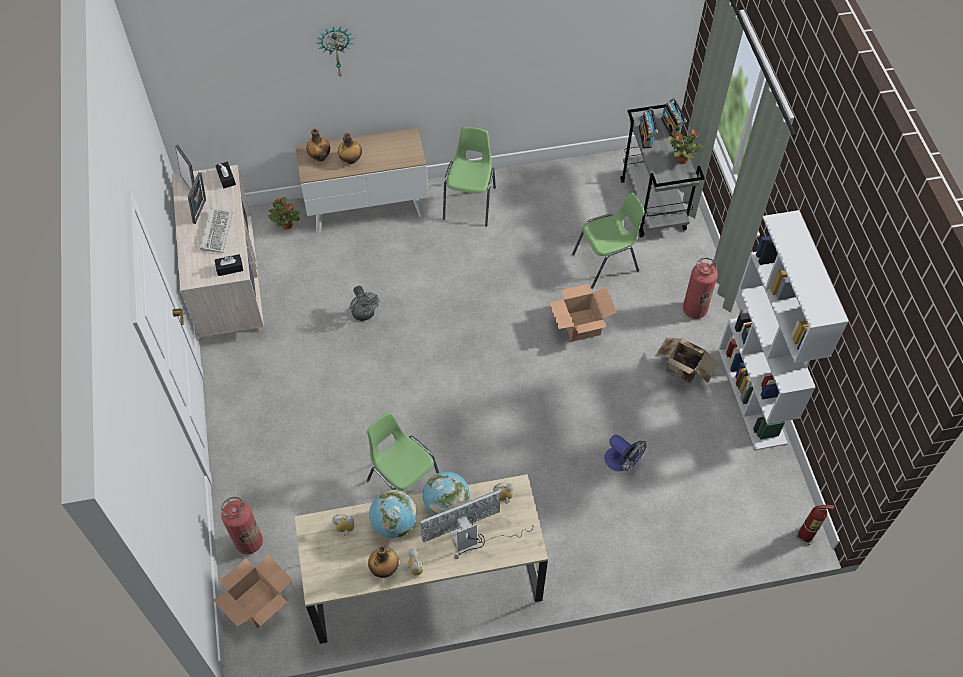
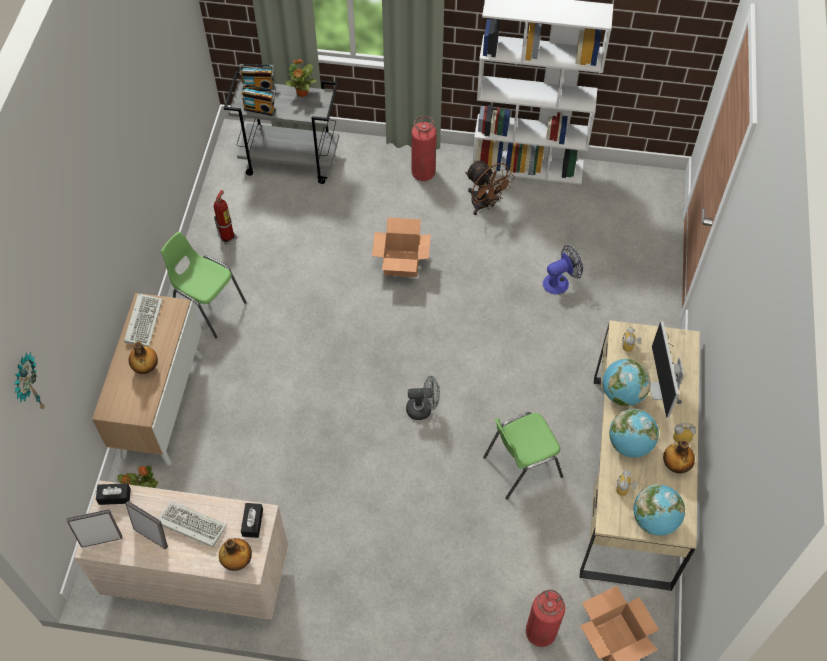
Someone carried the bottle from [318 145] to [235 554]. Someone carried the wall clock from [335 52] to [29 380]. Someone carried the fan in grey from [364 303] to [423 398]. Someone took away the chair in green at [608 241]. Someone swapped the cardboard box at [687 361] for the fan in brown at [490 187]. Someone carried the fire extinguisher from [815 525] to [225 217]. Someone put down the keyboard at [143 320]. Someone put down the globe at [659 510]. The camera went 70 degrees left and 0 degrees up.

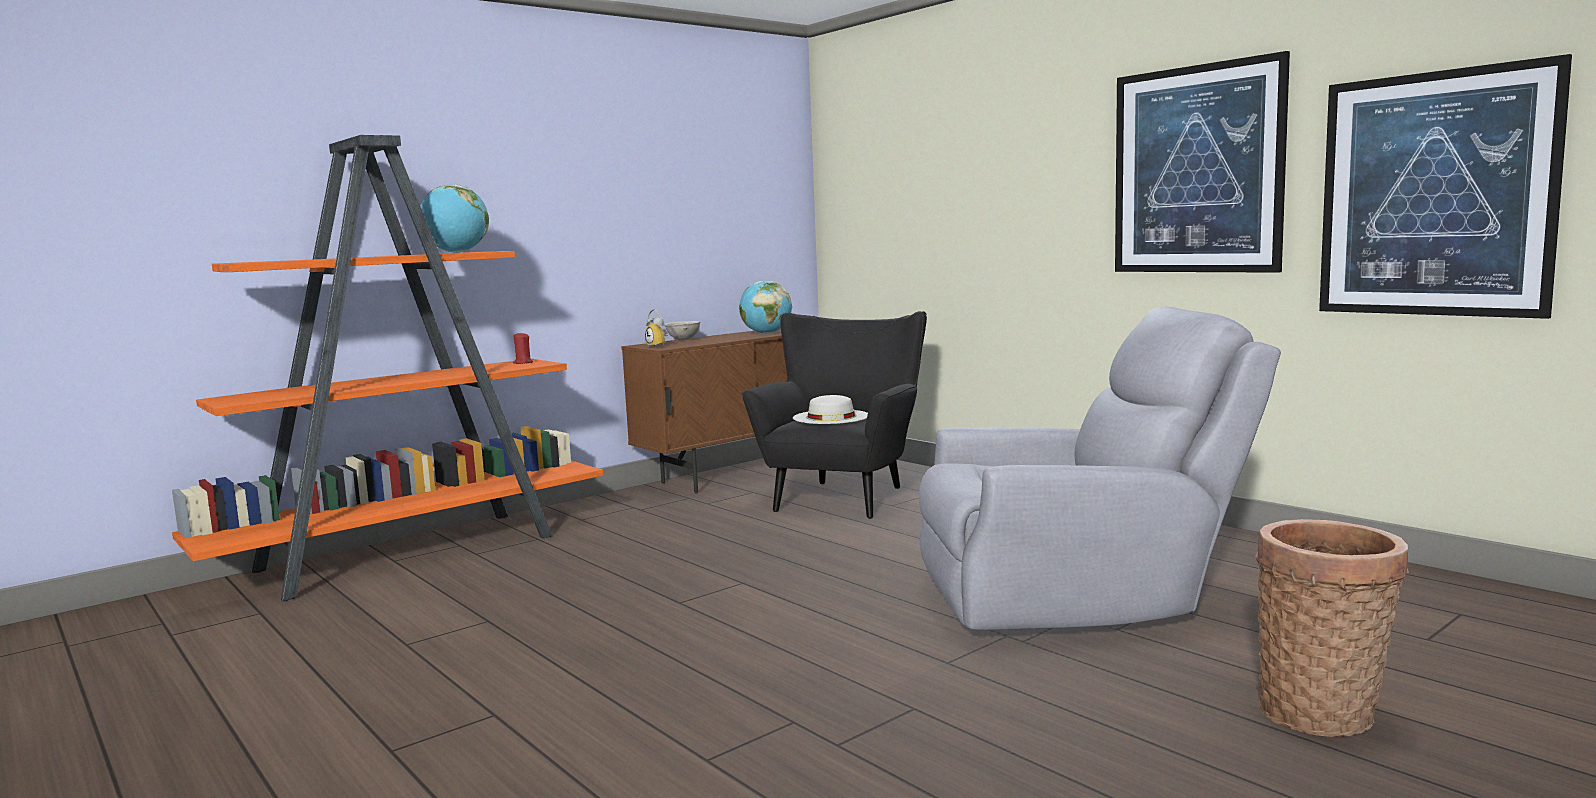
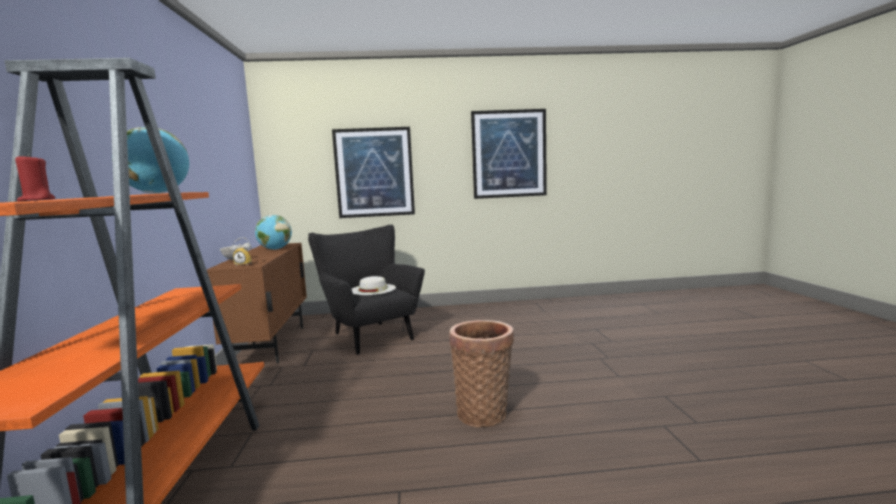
Someone carried the candle in red from [523 348] to [35 177]. Someone took away the armchair in grey at [1100 468]. Someone carried the basket from [1332 628] to [481 373]. Someone carried the picture from [1445 186] to [373 172]. The camera went 55 degrees left and 0 degrees up.

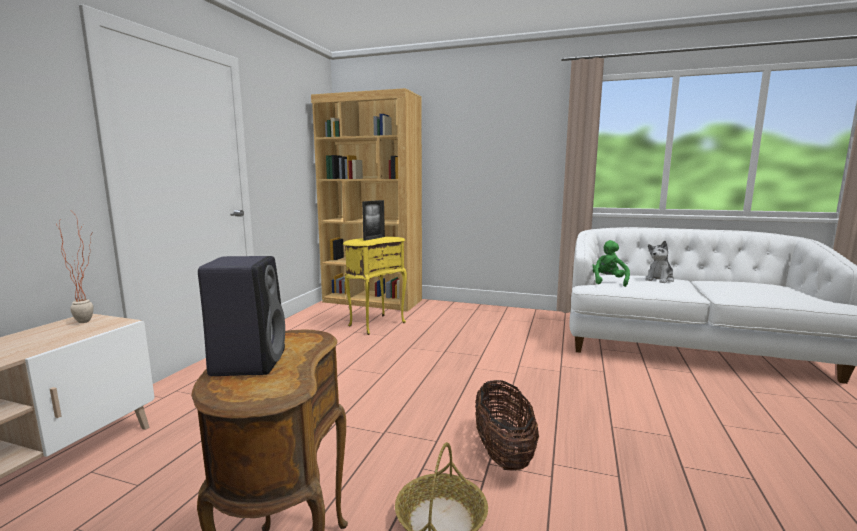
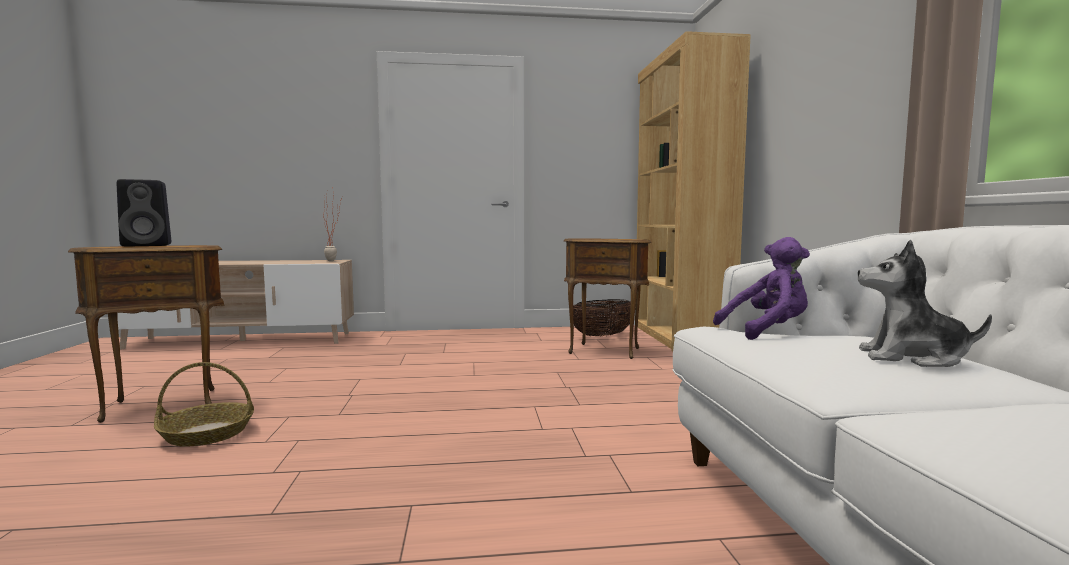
Someone repainted the side table in yellow at [375 286], which became the side table in brown at [607 299]. Someone took away the picture frame at [373 220]. Someone carried the basket from [507 425] to [602 318]. Someone repainted the plush toy in green at [611 263], which became the plush toy in purple at [761 288]. The camera went 65 degrees right and 5 degrees down.

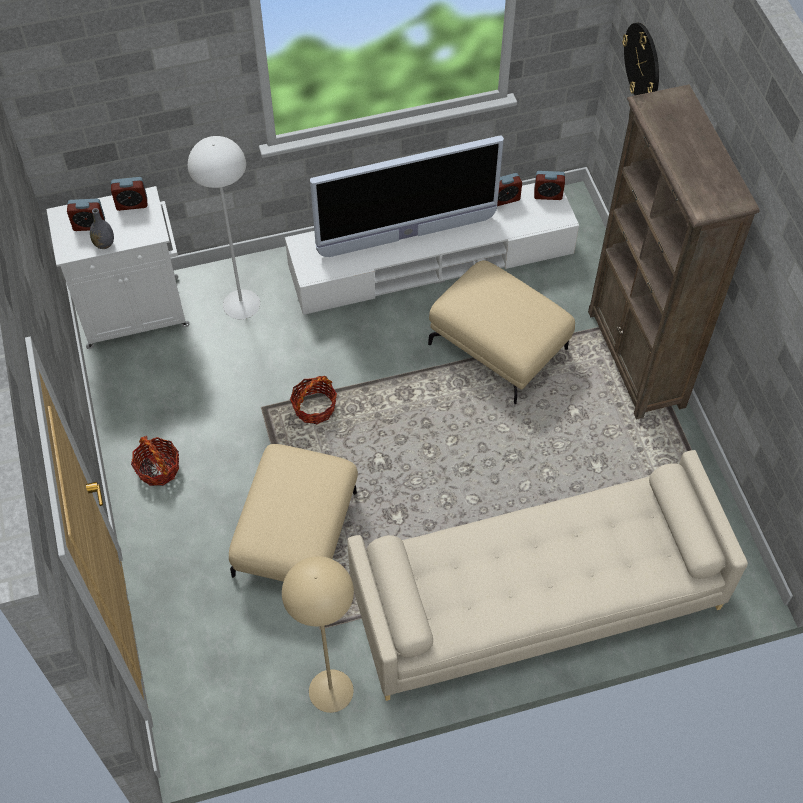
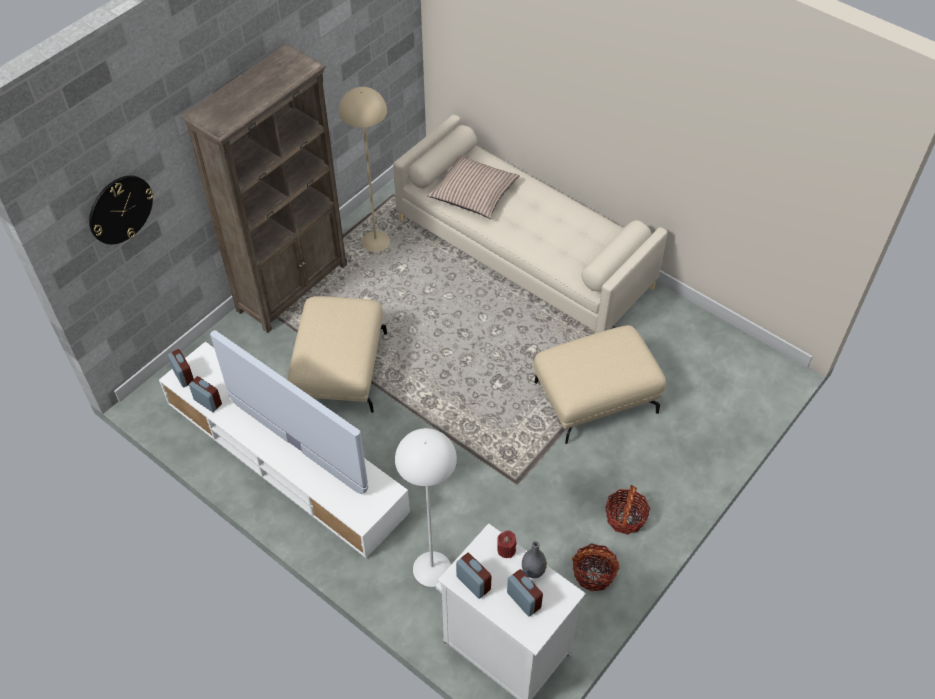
Someone carried the floor lamp in beige from [318 634] to [364 169]. Someone carried the basket from [313 400] to [595 567]. Someone put down the pillow at [473 186]. Someone put down the candle in red at [507 544]. The camera went 125 degrees left and 5 degrees down.

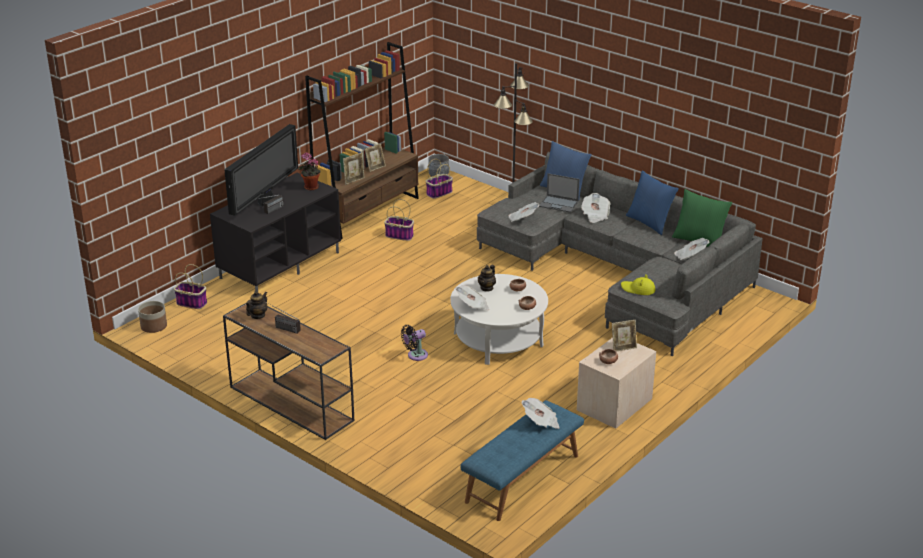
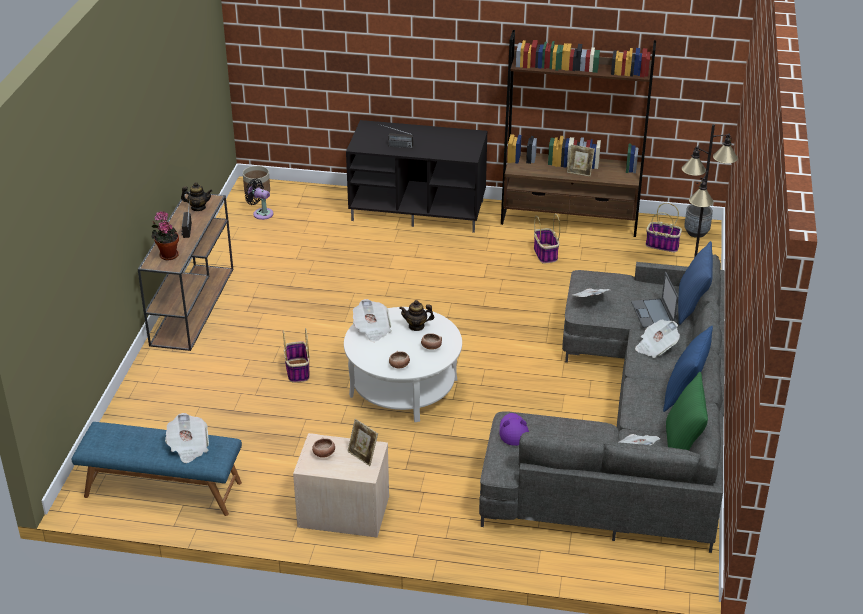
Someone carried the basket from [190 286] to [296 355]. Someone took away the television at [261 170]. Someone carried the potted plant from [309 171] to [165 235]. Someone took away the picture frame at [354 168]. Someone carried the fan in black from [414 343] to [259 199]. Someone repainted the hat in yellow at [638 284], which became the hat in purple at [514 429]. The camera went 60 degrees right and 5 degrees up.

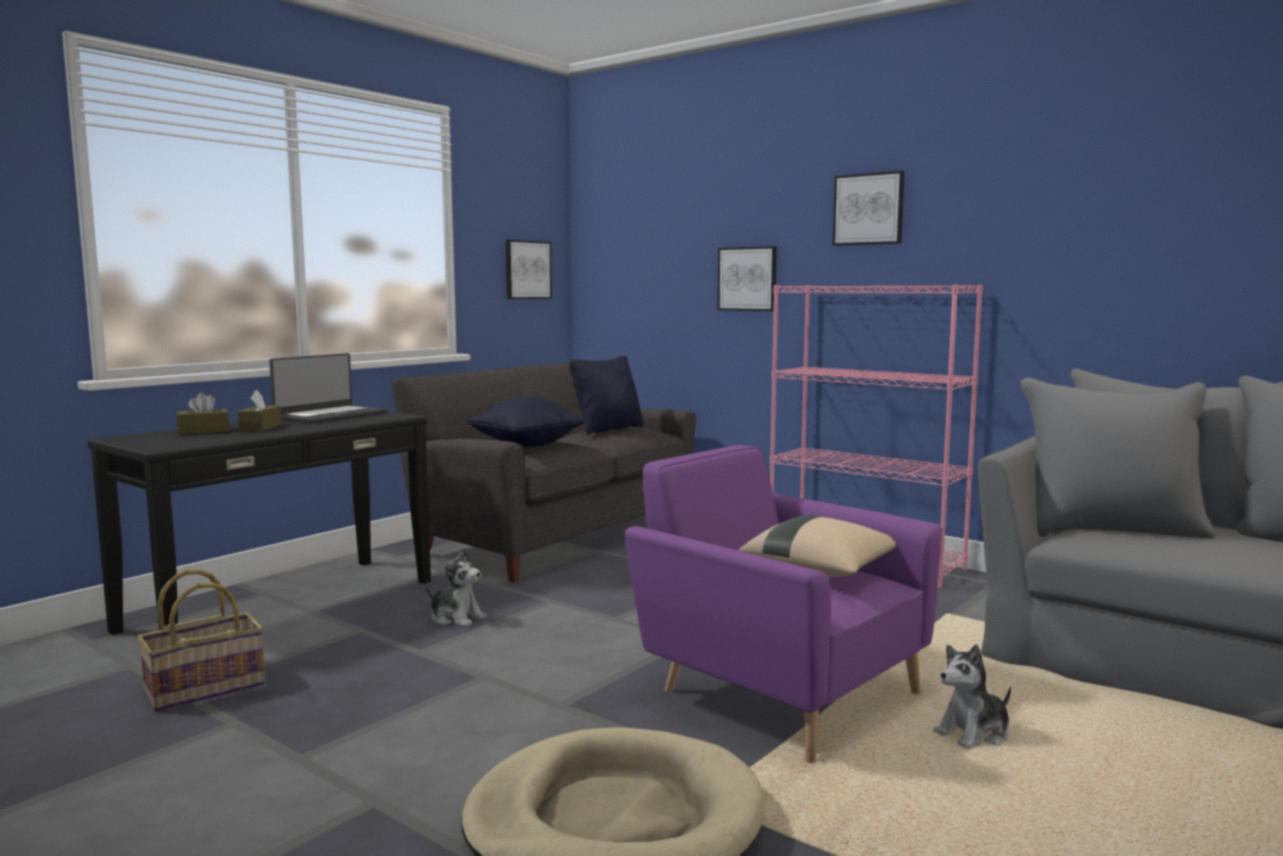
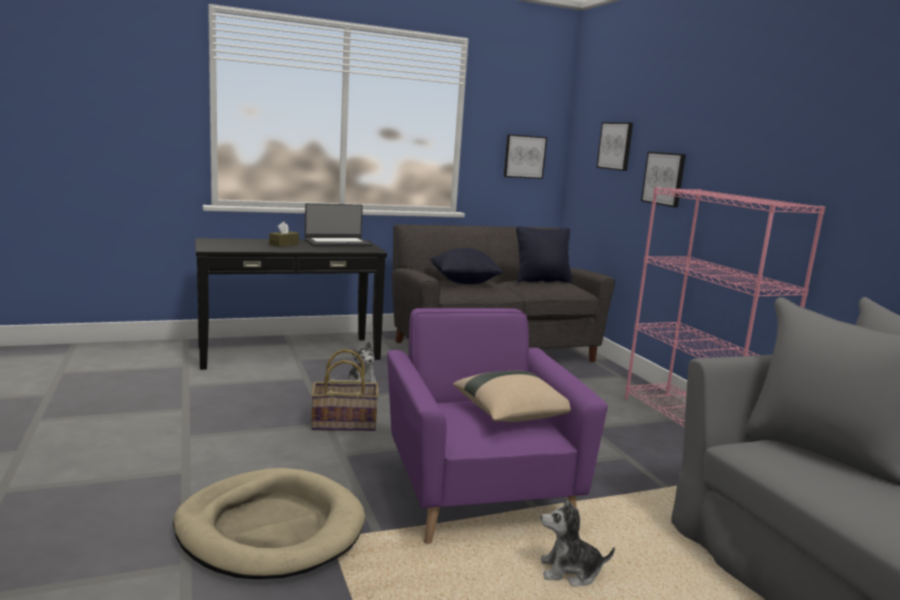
Someone carried the basket from [201 640] to [345 390]. Someone took away the tissue box in brown at [203 414]. Someone carried the picture from [869 208] to [614 146]. The camera went 30 degrees right and 5 degrees up.

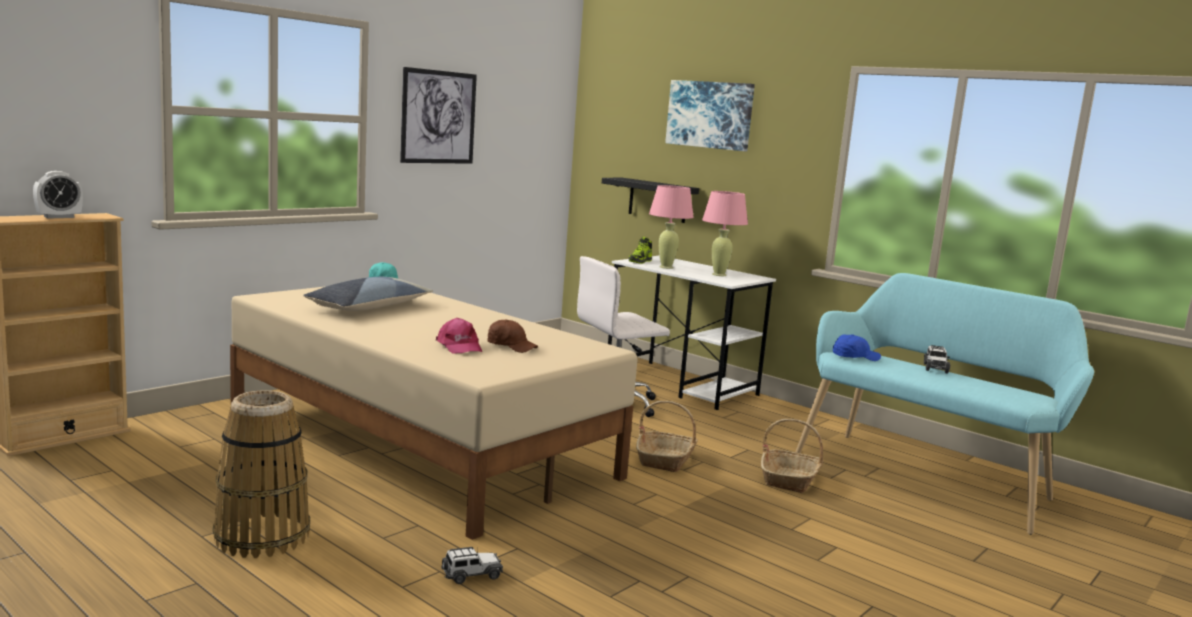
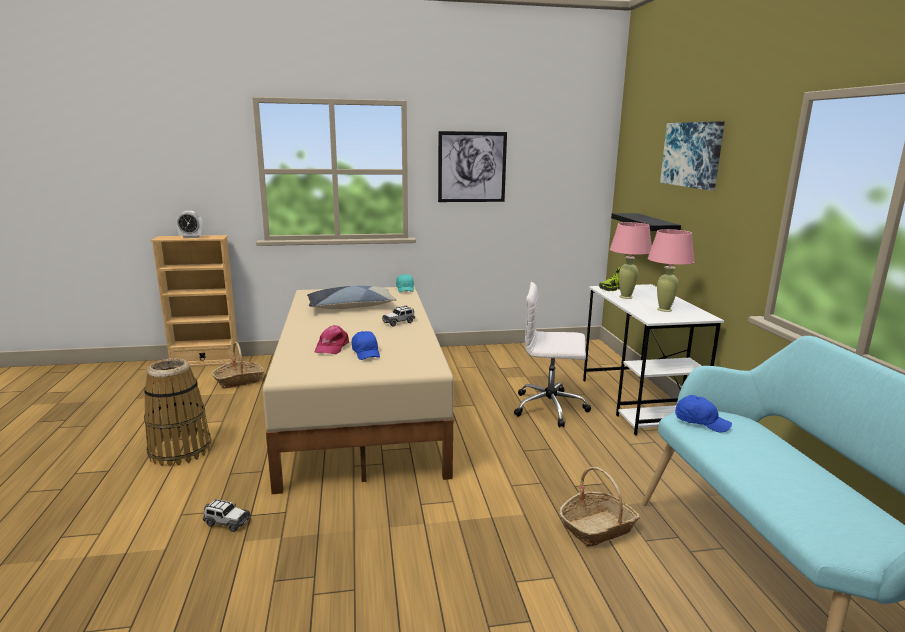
Someone repainted the cap in brown at [512 336], which became the cap in blue at [366 345]. Someone carried the basket from [667 436] to [238 365]. Someone carried the toy car from [937 359] to [399 316]. The camera went 40 degrees right and 5 degrees up.

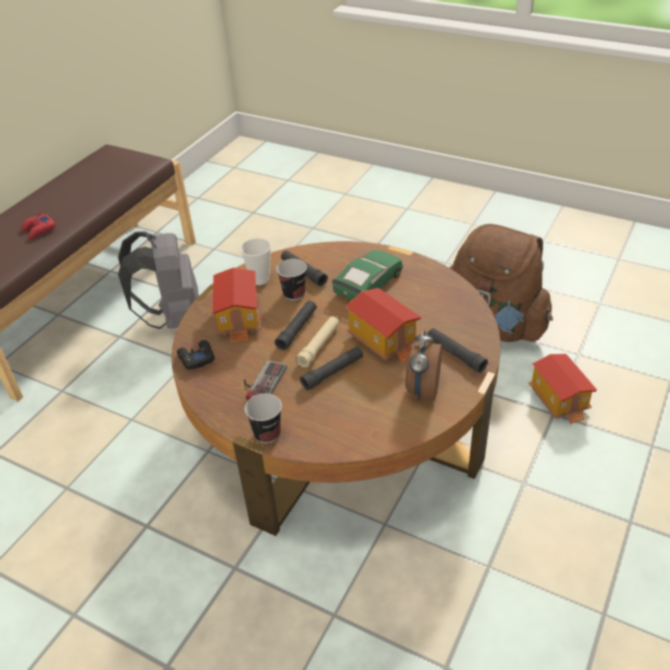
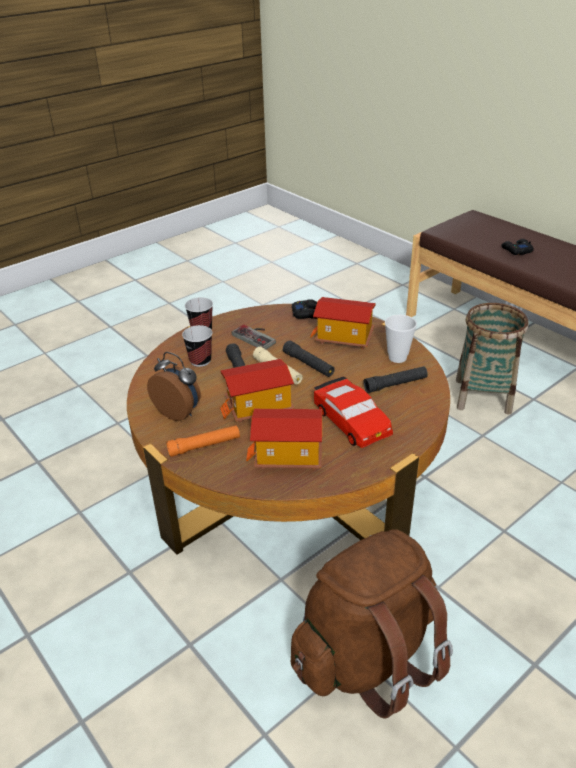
Someone repainted the game controller in red at [38 225], which became the game controller in black at [517 247]. Someone swapped the backpack in grey at [158 280] for the basket at [492 359]. Someone carried the cup from [291 280] to [197 346]. Someone repainted the toy car in green at [367 275], which became the toy car in red at [353 412]. Someone repainted the flashlight in black at [457 350], which became the flashlight in orange at [203 441]. Someone carried the toy house from [562 389] to [284 439]. The camera went 110 degrees right and 5 degrees down.

